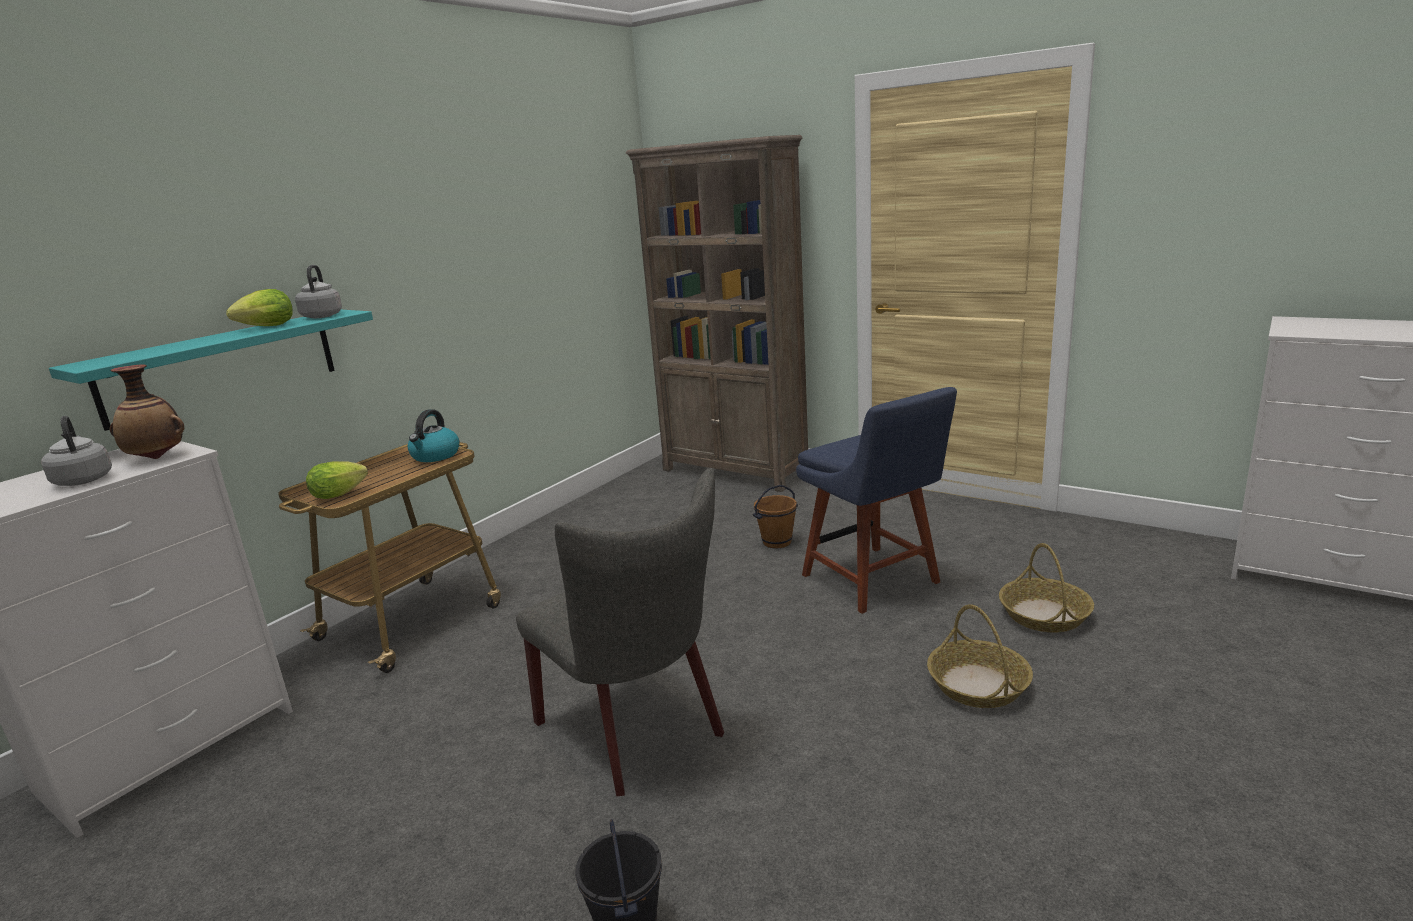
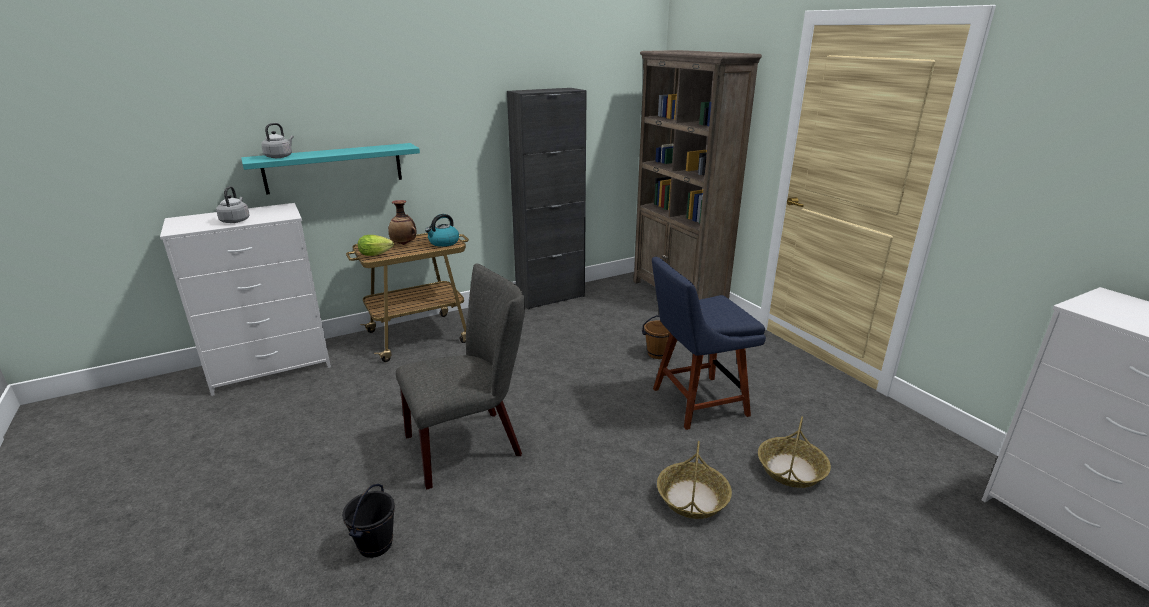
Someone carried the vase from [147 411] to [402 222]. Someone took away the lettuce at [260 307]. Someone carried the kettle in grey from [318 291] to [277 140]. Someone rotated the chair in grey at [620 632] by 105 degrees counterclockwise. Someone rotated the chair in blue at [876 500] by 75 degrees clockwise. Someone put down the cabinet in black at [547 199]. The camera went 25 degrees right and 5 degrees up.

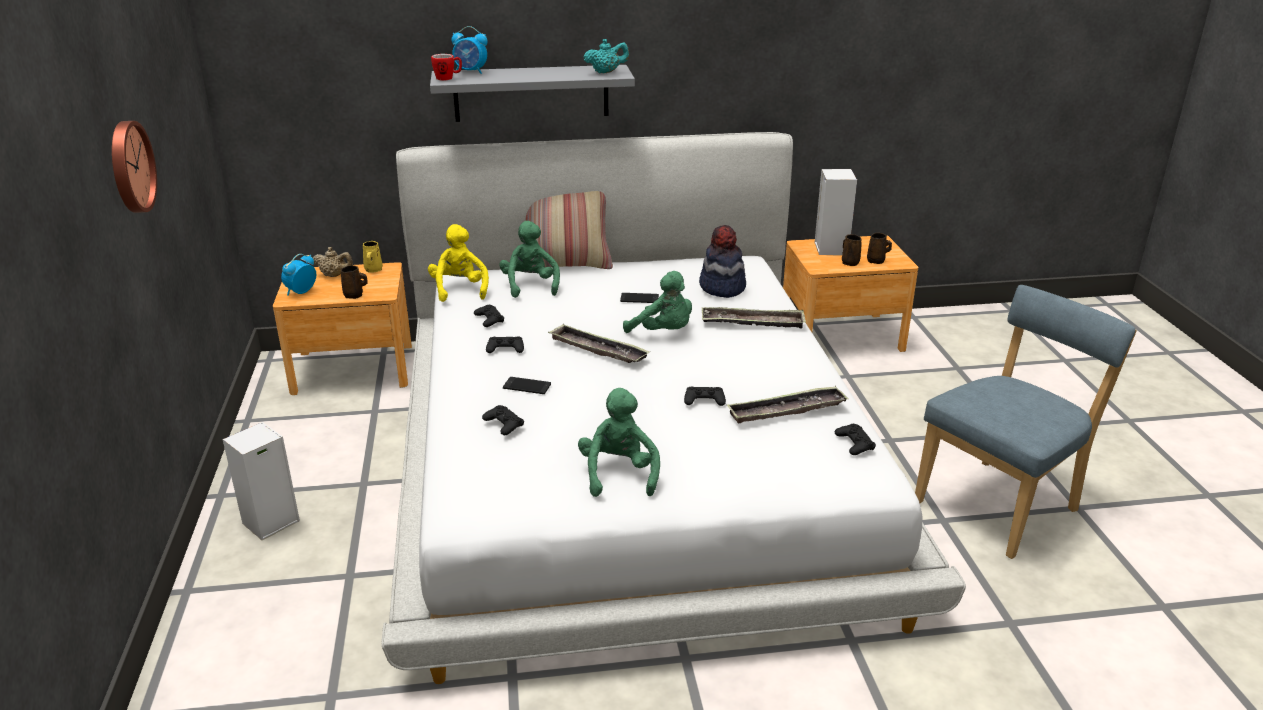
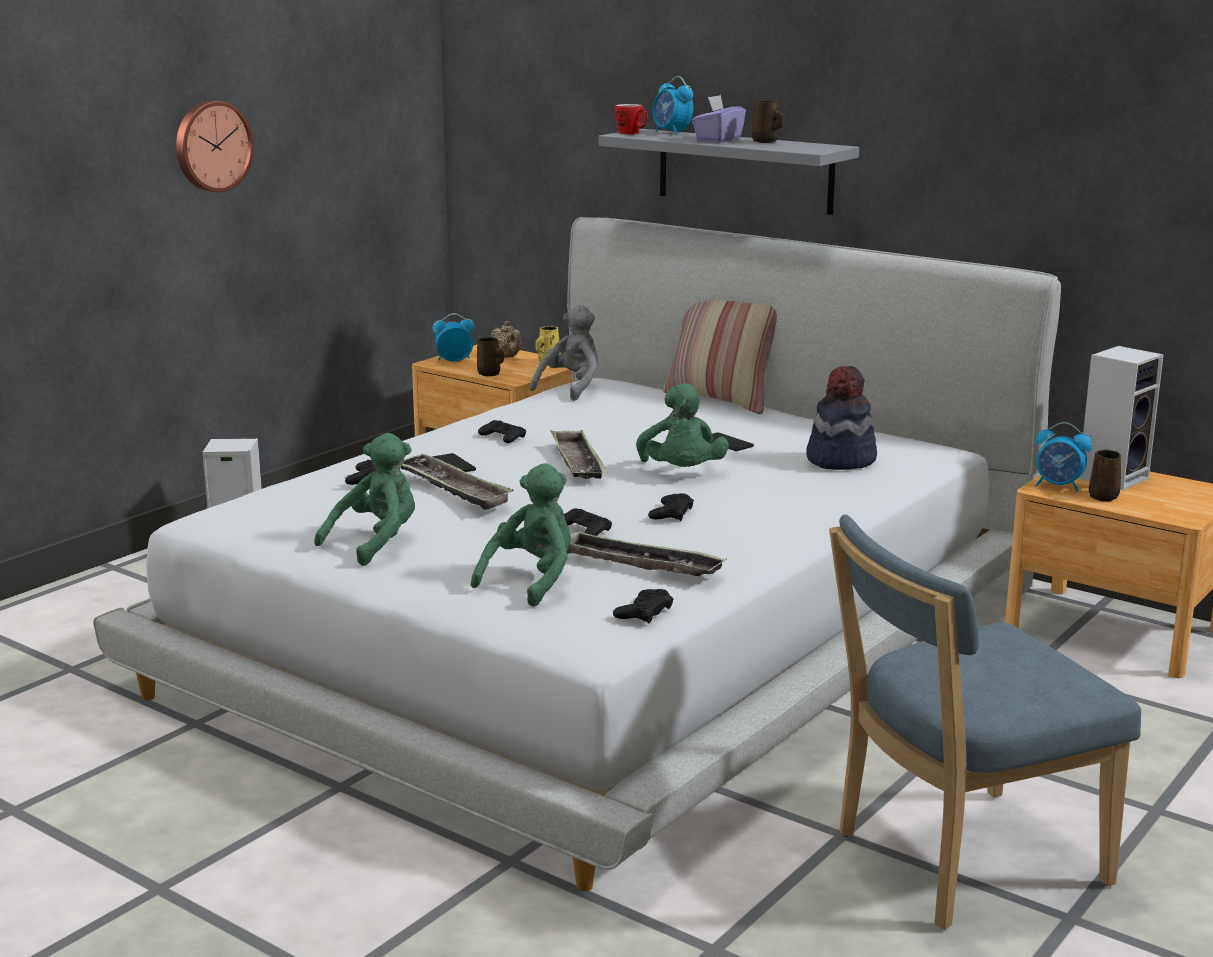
Someone repainted the plush toy in yellow at [458 263], which became the plush toy in grey at [564 353]. Someone carried the game controller in black from [489 316] to [671 507]. Someone carried the plush toy in green from [529 259] to [521 535]. Someone took away the teapot in turquoise at [606 56]. Someone carried the tray from [754 318] to [457 481]. Someone carried the mug in brown from [879 248] to [768 121]. Someone rotated the chair in blue at [1026 422] by 150 degrees clockwise. Someone put down the tissue box in purple at [719 118]. Someone put down the alarm clock at [1063 457]. The camera went 45 degrees right and 10 degrees down.

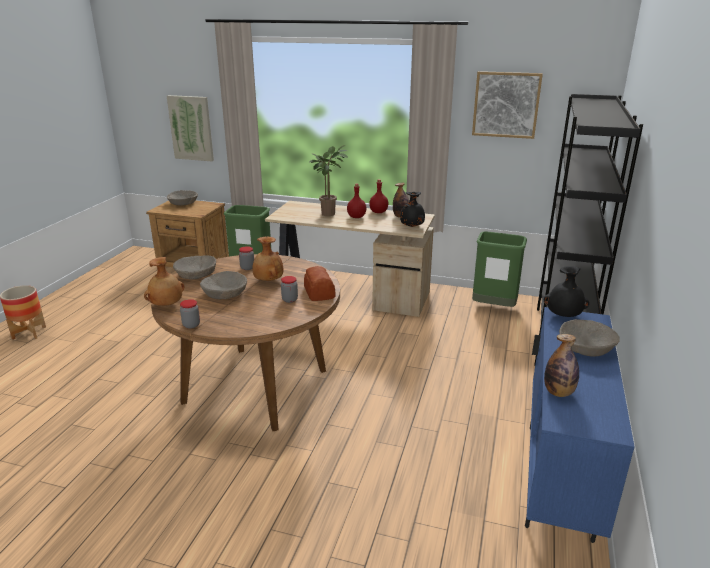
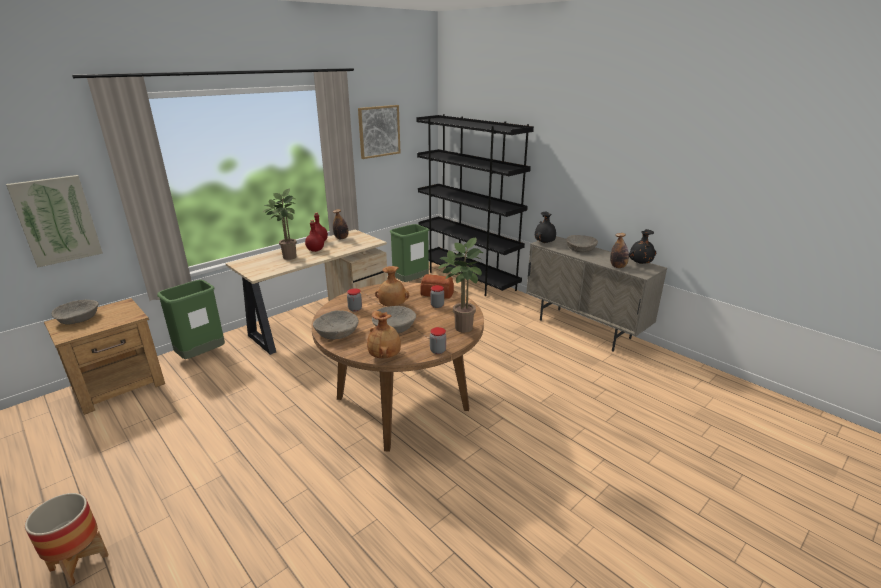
Someone carried the vase in black from [412 209] to [642 246]. Someone repainted the cabinet in blue at [580 425], which became the cabinet in beige at [596 294]. Someone put down the potted plant at [460 285]. The camera went 60 degrees left and 0 degrees up.

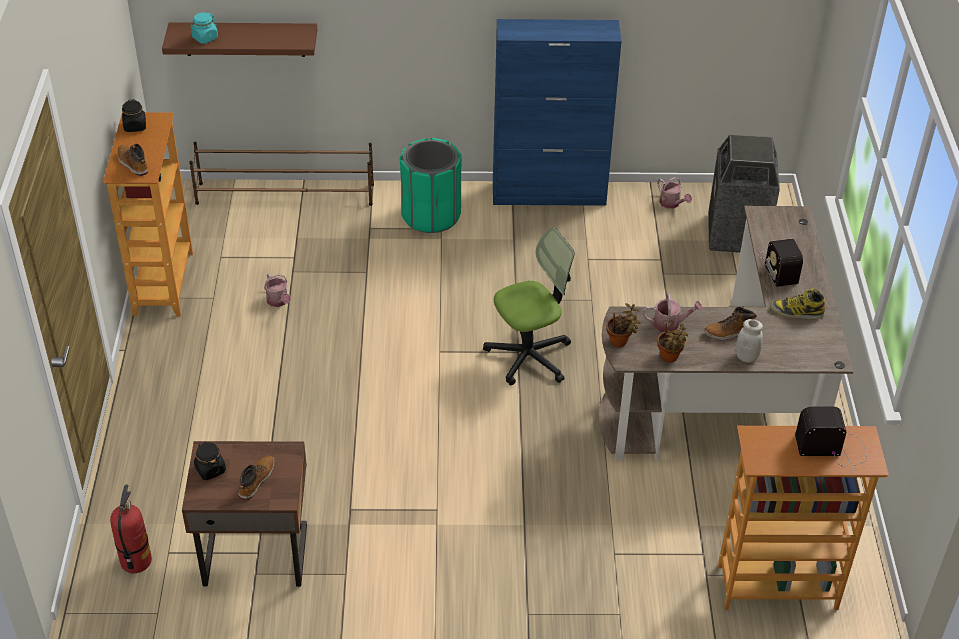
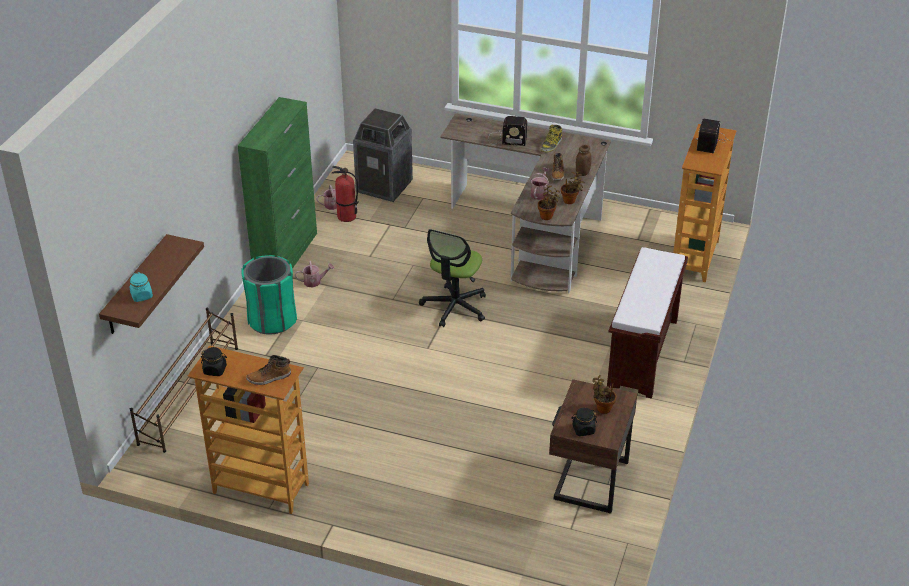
Someone carried the fire extinguisher from [131 529] to [345 194]. Someone swapped the boot at [256 478] for the potted plant at [604 394]. Someone carried the watering can from [277 290] to [314 274]. Someone rotated the office chair at [529 306] by 150 degrees counterclockwise. Someone repainted the cabinet in blue at [557 112], which became the cabinet in green at [277 183]. Someone repainted the jar in white at [749 341], which became the jar in brown at [583 160]. Someone put down the bench in brown at [647 323]. The camera went 70 degrees left and 5 degrees down.

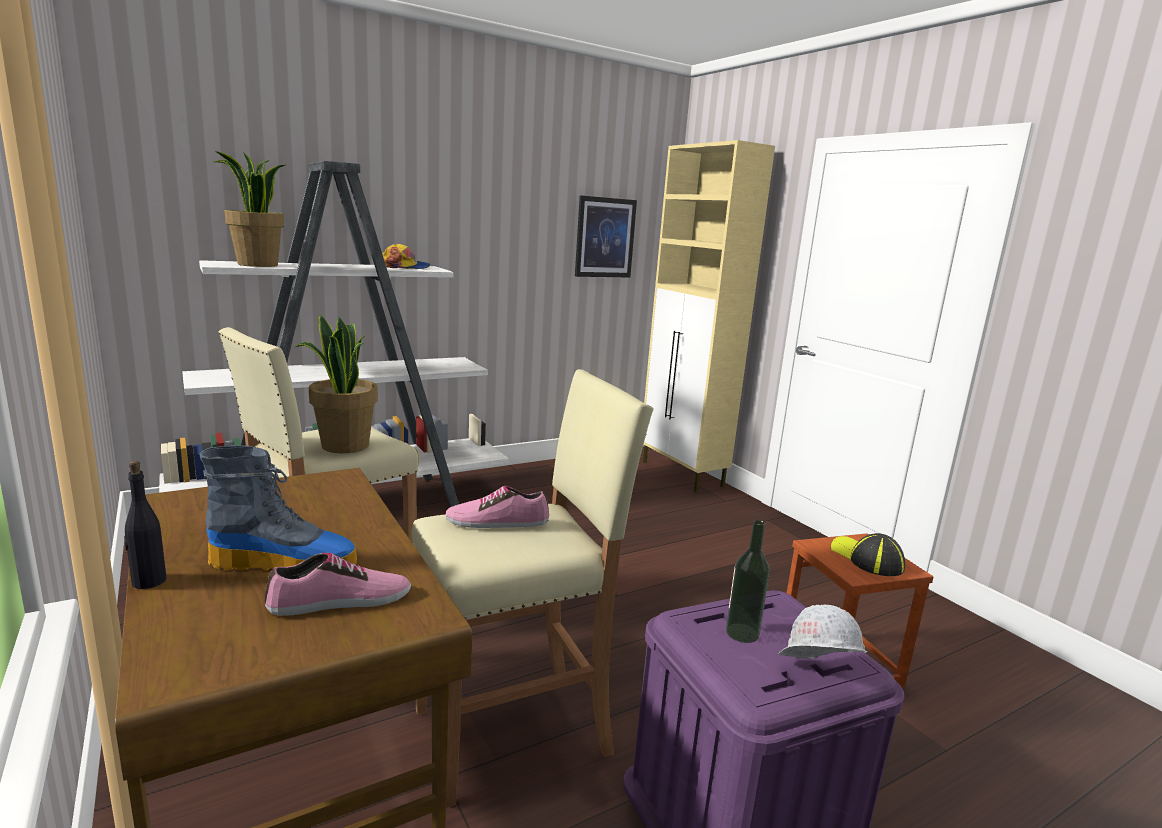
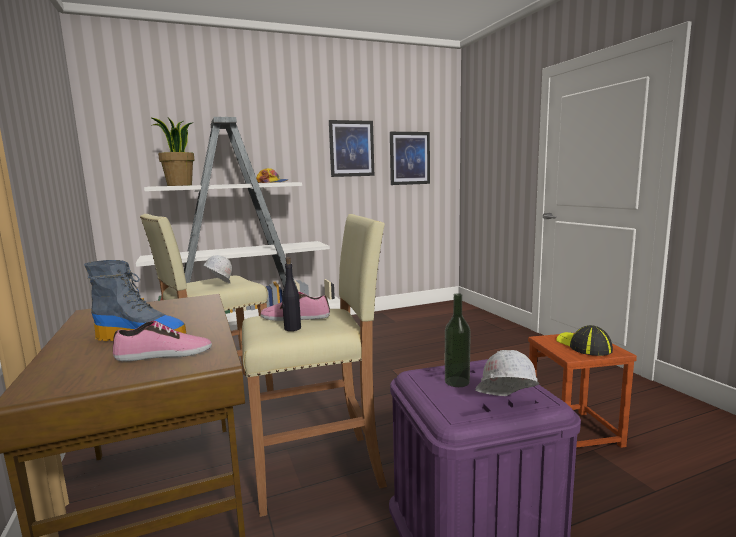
Someone carried the bottle in black from [145 525] to [291 294]. Someone swapped the potted plant at [337 384] for the hard hat in white at [217 269]. Someone took away the cabinet in beige at [709 316]. Someone put up the picture at [351 148]. The camera went 10 degrees right and 5 degrees down.

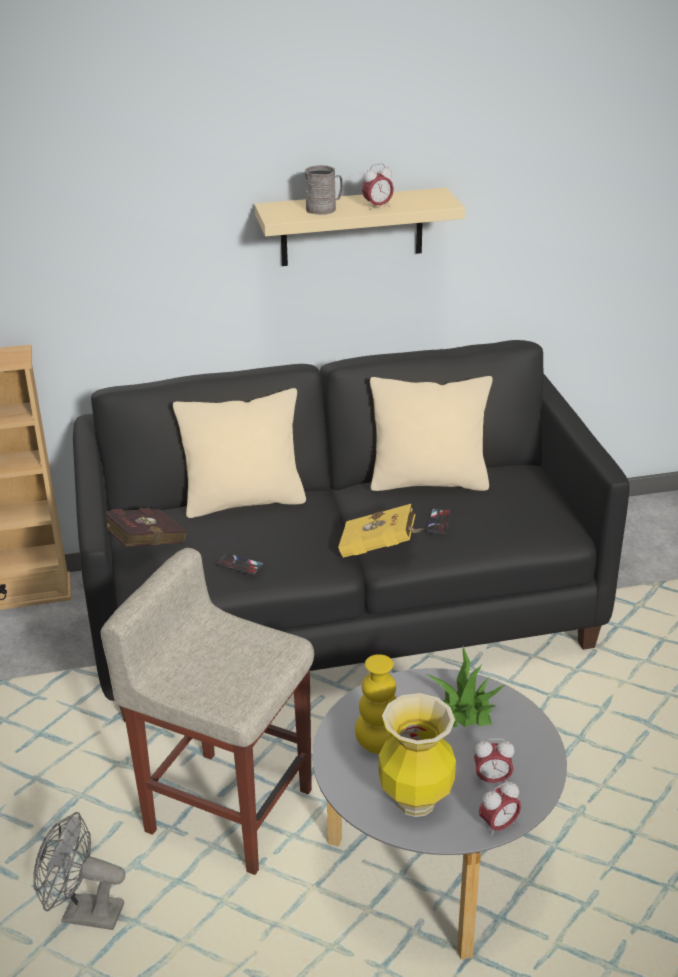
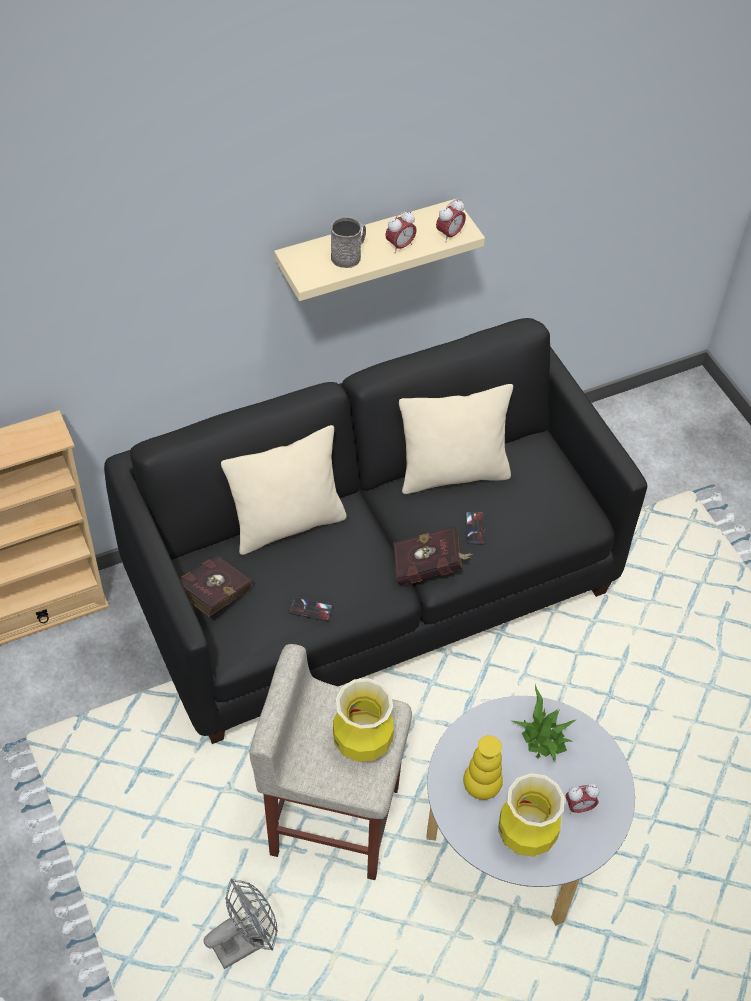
Someone rotated the fan in grey at [79 871] by 150 degrees clockwise. Someone repainted the book in yellow at [380 531], which became the book in red at [433 555]. Someone carried the alarm clock from [500 809] to [451 220]. Someone put down the vase at [363 720]. The camera went 15 degrees left and 20 degrees up.

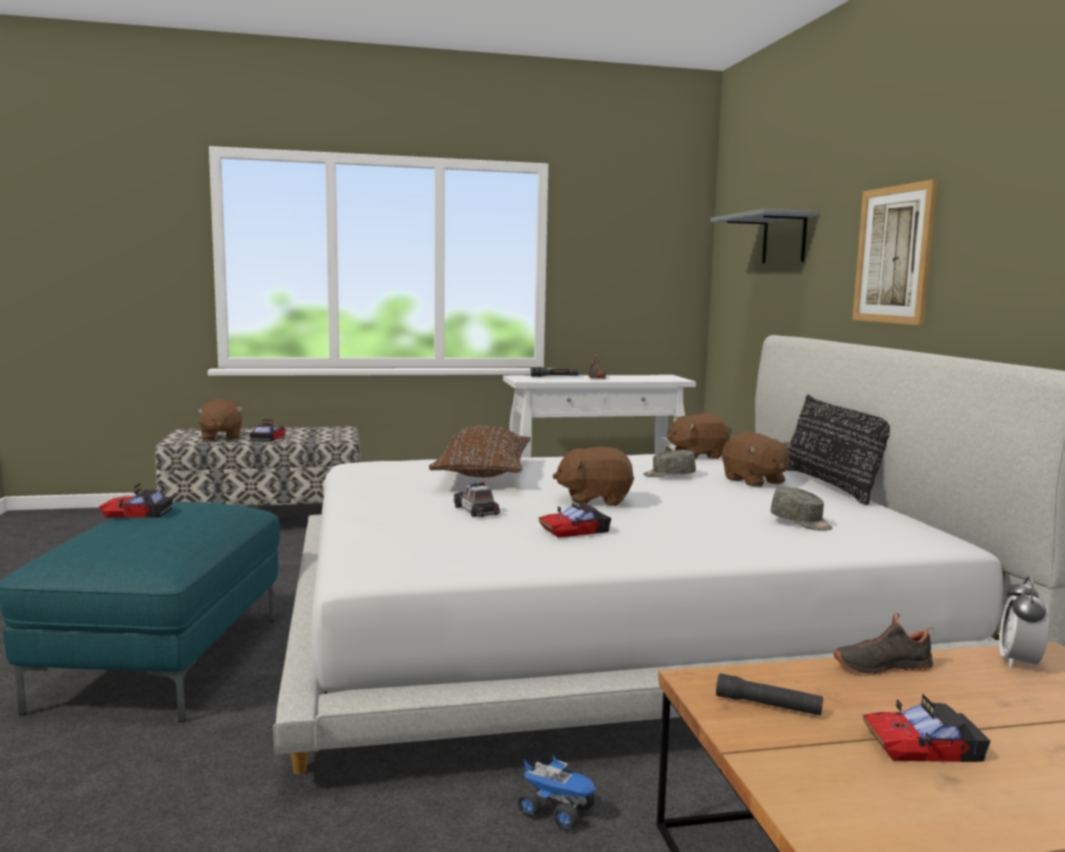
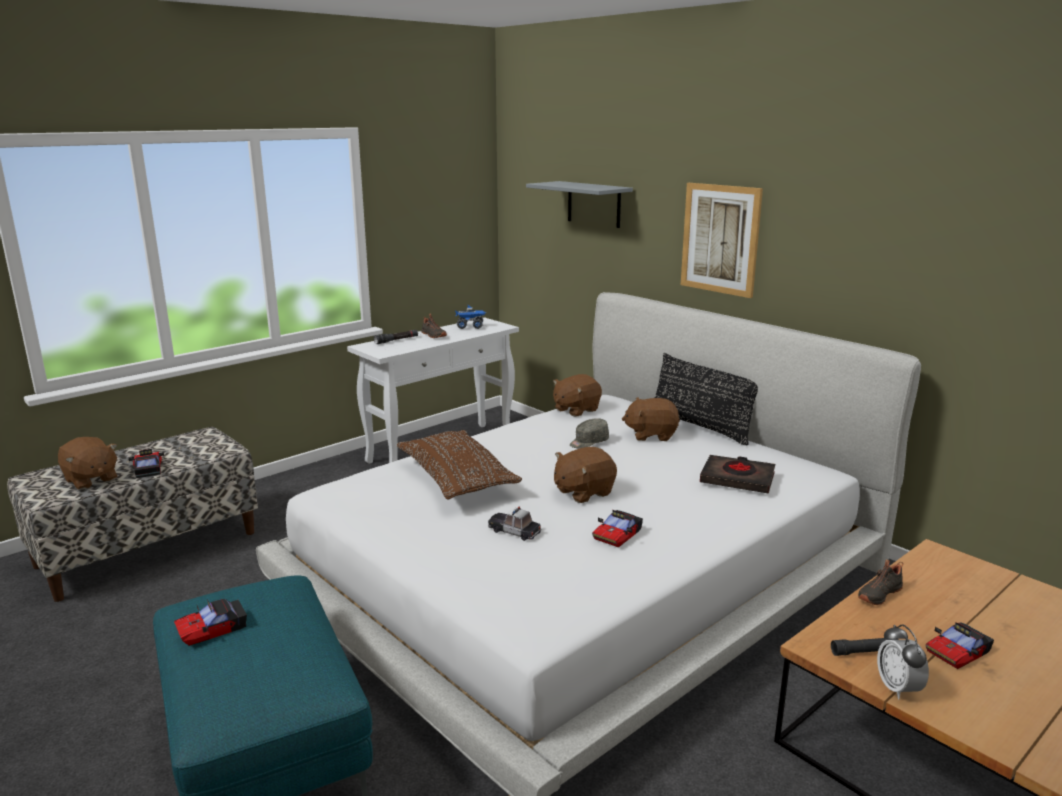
Someone carried the toy truck from [556 793] to [470 317]. Someone rotated the plush toy in brown at [756 459] by 150 degrees clockwise. Someone swapped the cap in grey at [801 509] for the book in black at [737 474]. Someone carried the alarm clock from [1024 622] to [903 661]. The camera went 30 degrees left and 10 degrees up.

